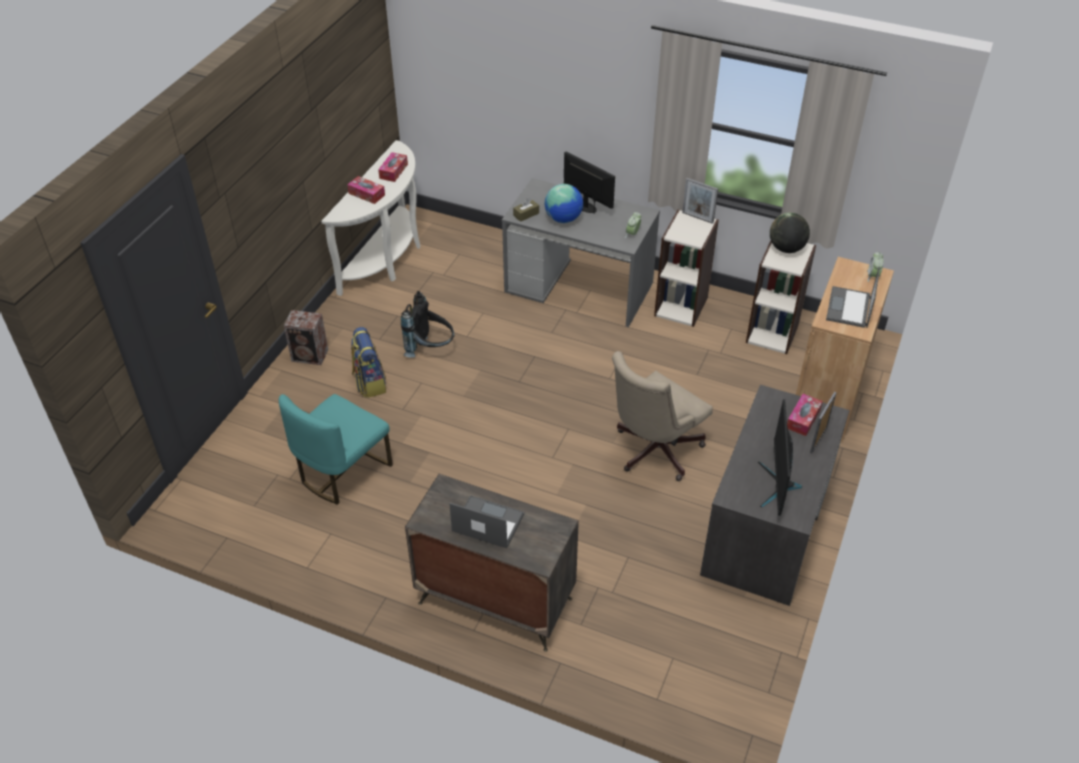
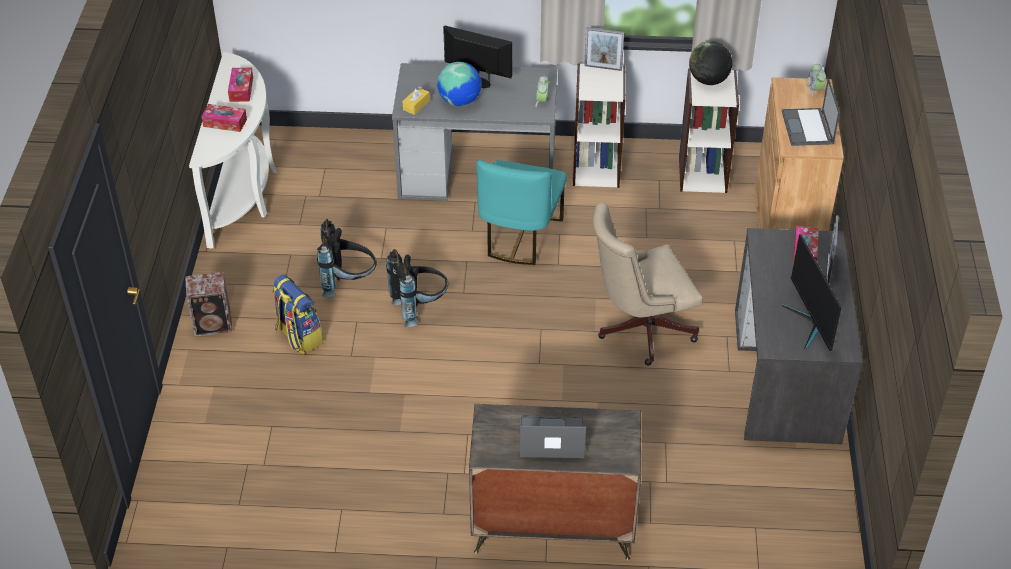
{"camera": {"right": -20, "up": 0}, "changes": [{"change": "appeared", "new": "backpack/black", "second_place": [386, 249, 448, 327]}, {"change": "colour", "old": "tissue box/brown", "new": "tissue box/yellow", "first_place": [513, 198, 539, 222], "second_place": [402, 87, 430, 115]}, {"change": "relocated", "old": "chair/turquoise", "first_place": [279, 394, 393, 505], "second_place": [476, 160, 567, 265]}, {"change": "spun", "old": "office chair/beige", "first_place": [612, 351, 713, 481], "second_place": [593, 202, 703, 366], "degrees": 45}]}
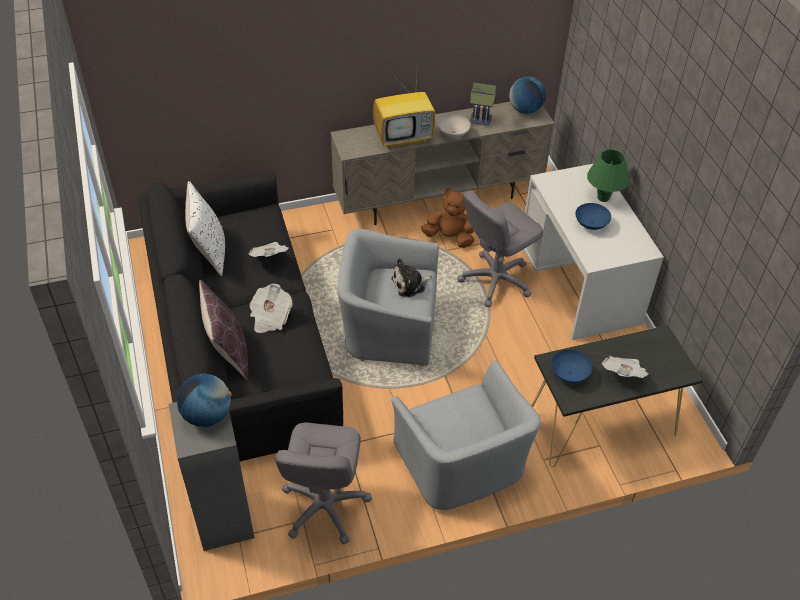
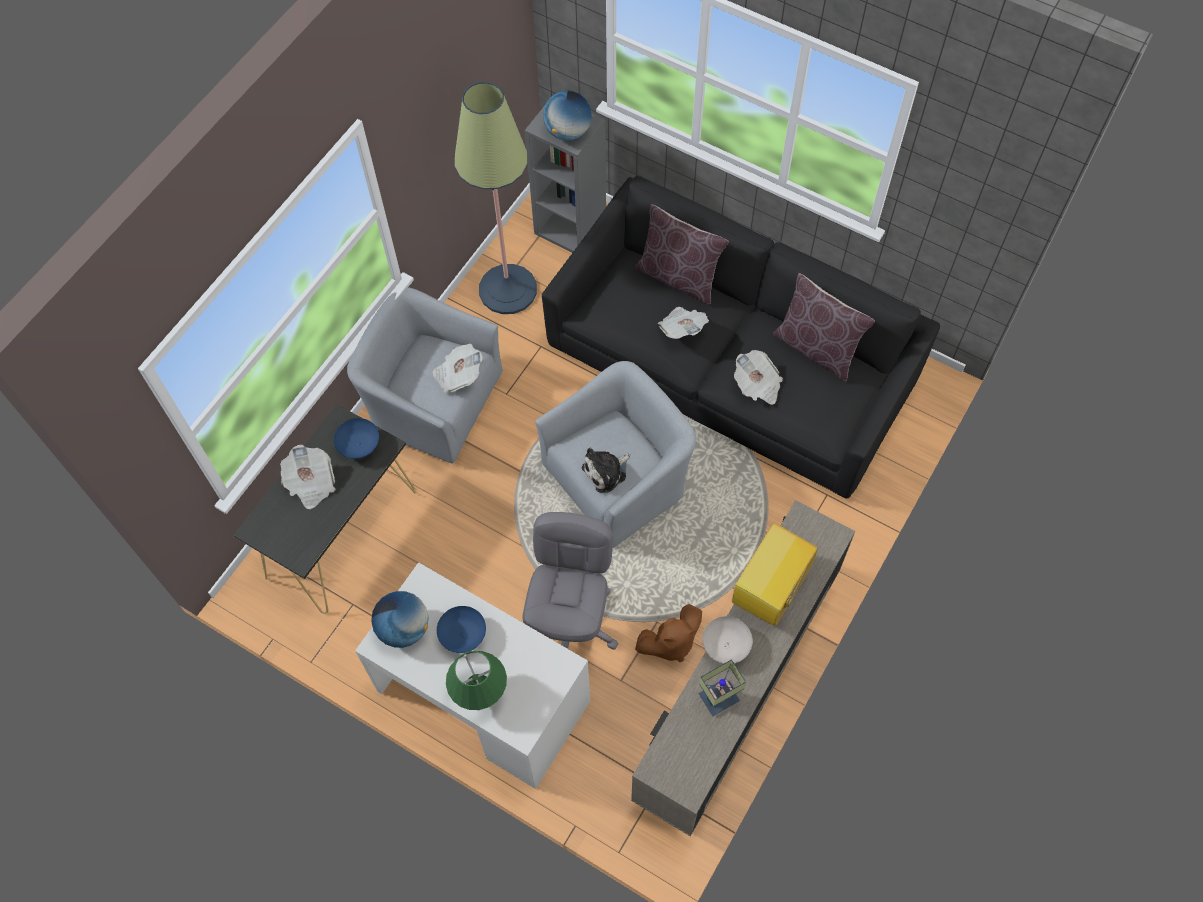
{"camera": {"right": 140, "up": 15}, "changes": [{"change": "relocated", "old": "globe", "first_place": [509, 77, 546, 114], "second_place": [371, 591, 428, 648]}, {"change": "appeared", "new": "newspaper", "second_place": [432, 344, 483, 393]}, {"change": "exchanged", "old": "office chair/grey", "new": "floor lamp", "first_place": [275, 423, 372, 544], "second_place": [455, 82, 537, 314]}, {"change": "spun", "old": "plush toy", "first_place": [391, 258, 432, 298], "second_place": [582, 448, 630, 493], "degrees": -150}, {"change": "colour", "old": "pillow/white", "new": "pillow/brown", "first_place": [185, 181, 225, 276], "second_place": [773, 273, 875, 382]}]}
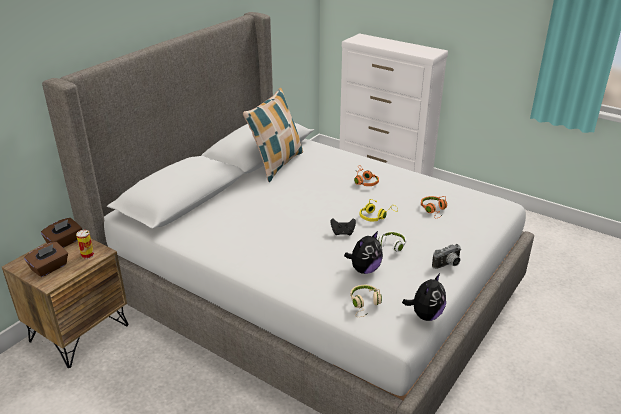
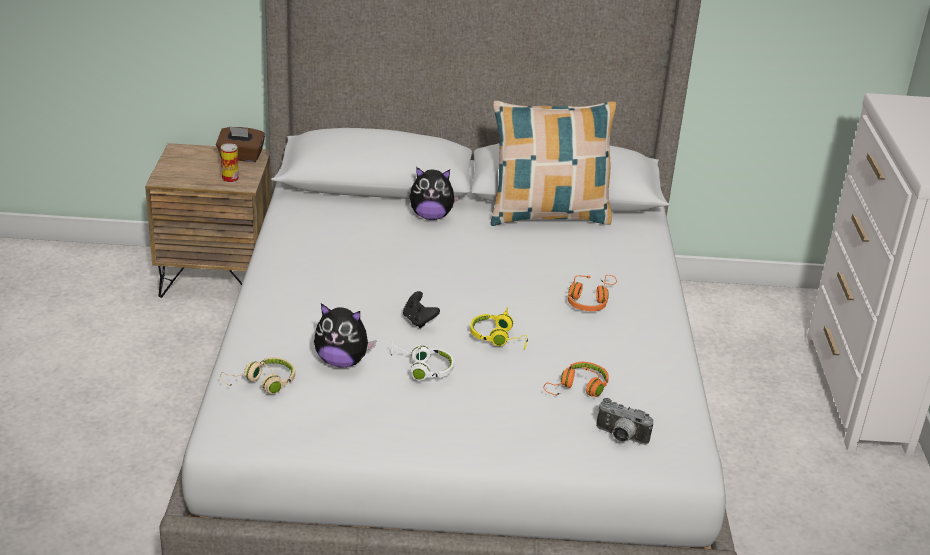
{"camera": {"right": 55, "up": 0}, "changes": [{"change": "relocated", "old": "plush toy", "first_place": [402, 273, 446, 321], "second_place": [410, 167, 459, 220]}, {"change": "relocated", "old": "photo camera", "first_place": [432, 244, 461, 269], "second_place": [596, 398, 653, 445]}, {"change": "missing", "old": "tissue box/brown", "first_place": [24, 242, 68, 277]}]}
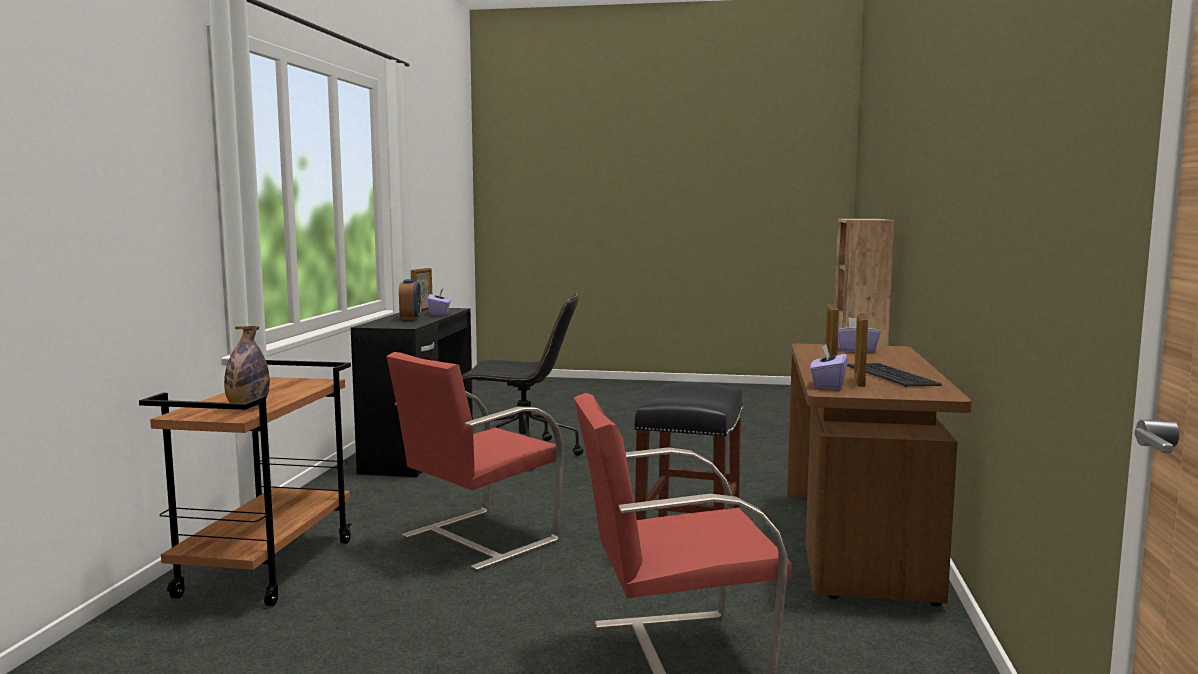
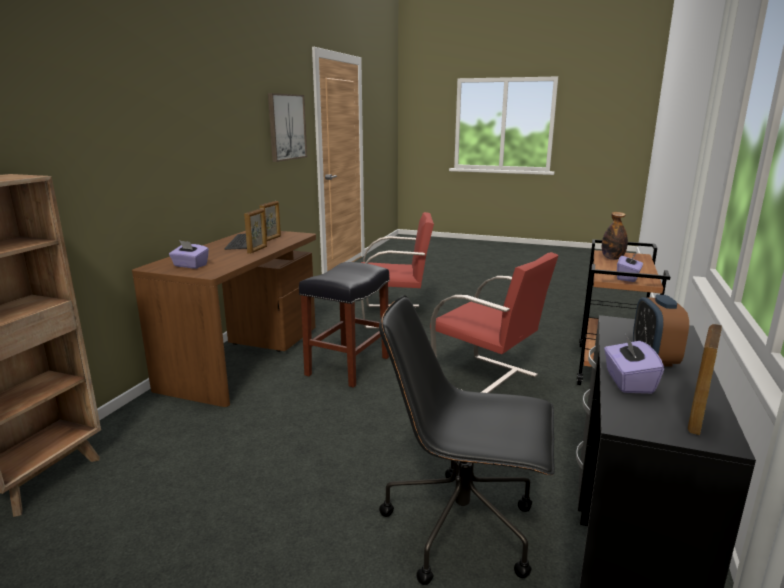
{"camera": {"right": -170, "up": 10}, "changes": [{"change": "appeared", "new": "picture", "second_place": [268, 93, 307, 162]}, {"change": "spun", "old": "chair/red", "first_place": [386, 352, 564, 571], "second_place": [430, 252, 559, 393], "degrees": 75}, {"change": "relocated", "old": "tissue box/purple", "first_place": [810, 344, 848, 389], "second_place": [617, 252, 643, 282]}]}
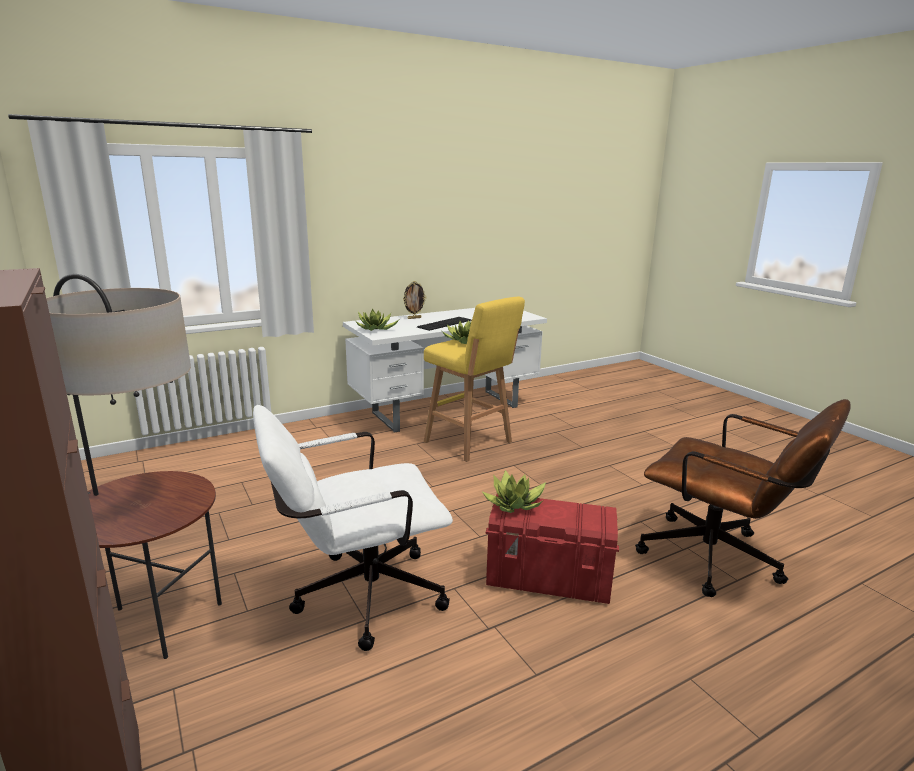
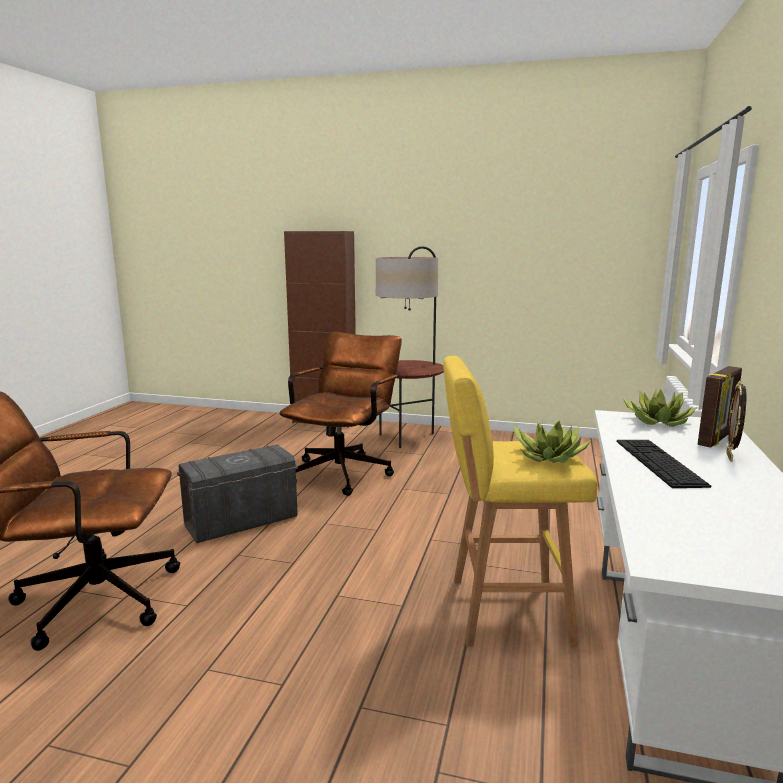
{"camera": {"right": 135, "up": -5}, "changes": [{"change": "colour", "old": "storage box/red", "new": "storage box/grey", "first_place": [486, 494, 619, 604], "second_place": [177, 444, 298, 543]}, {"change": "colour", "old": "office chair/white", "new": "office chair/brown", "first_place": [253, 405, 453, 651], "second_place": [279, 332, 402, 496]}, {"change": "appeared", "new": "picture frame", "second_place": [698, 366, 742, 448]}, {"change": "missing", "old": "potted plant", "first_place": [483, 470, 546, 513]}]}
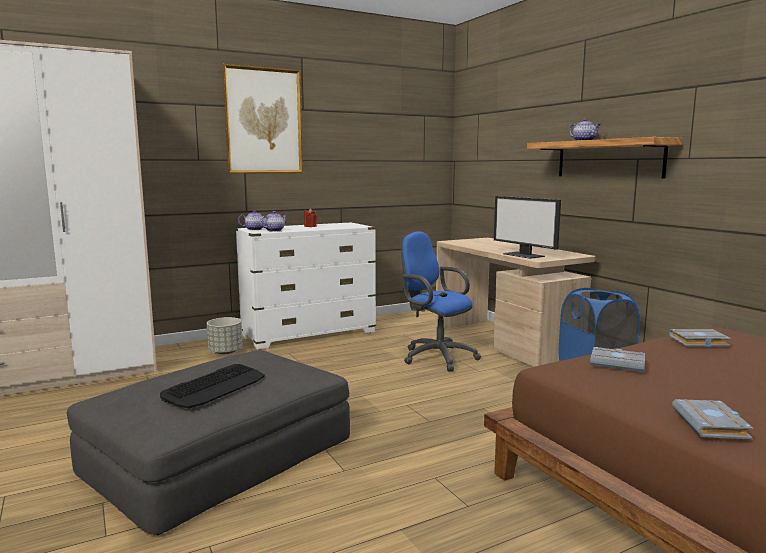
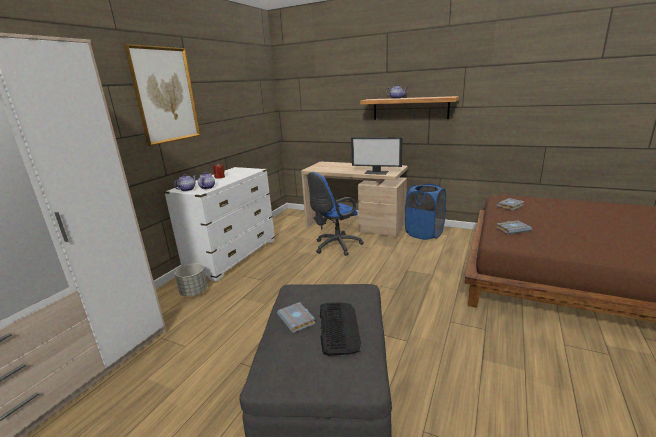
{"camera": {"right": -35, "up": 10}, "changes": [{"change": "relocated", "old": "book/grey", "first_place": [672, 399, 754, 439], "second_place": [277, 302, 316, 333]}, {"change": "spun", "old": "office chair/blue", "first_place": [401, 231, 481, 371], "second_place": [307, 172, 364, 256], "degrees": -45}]}
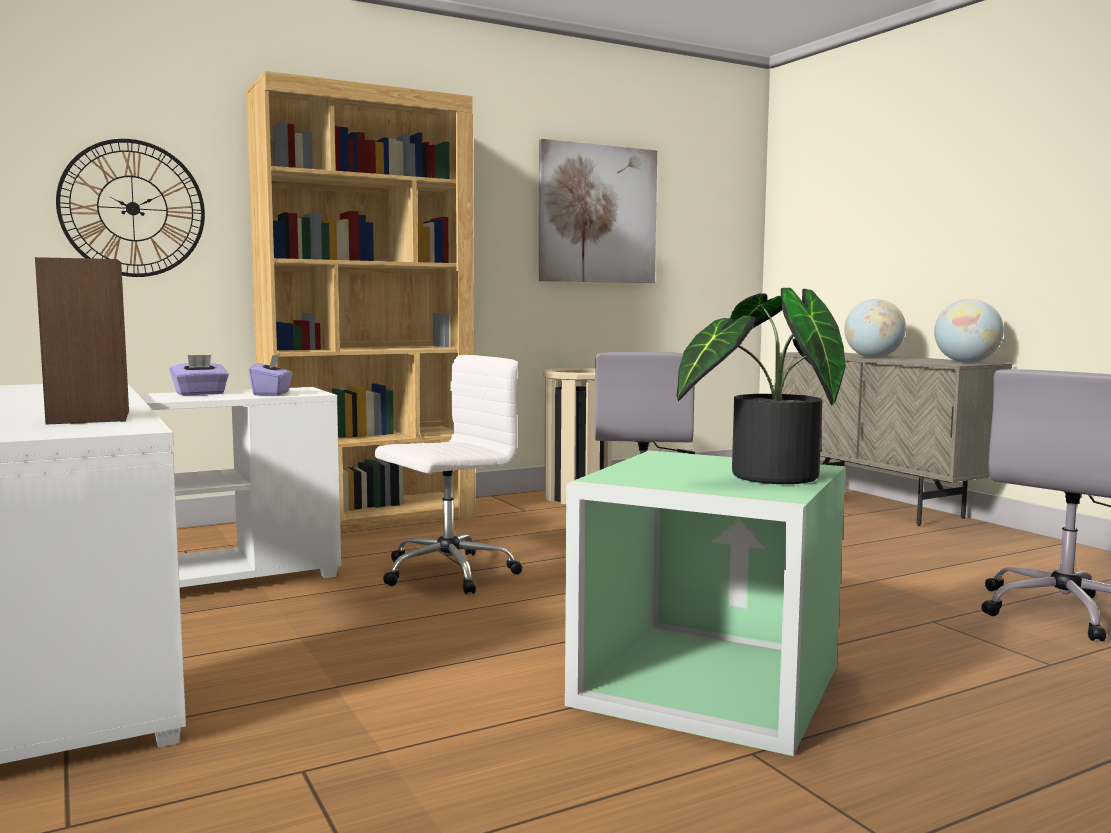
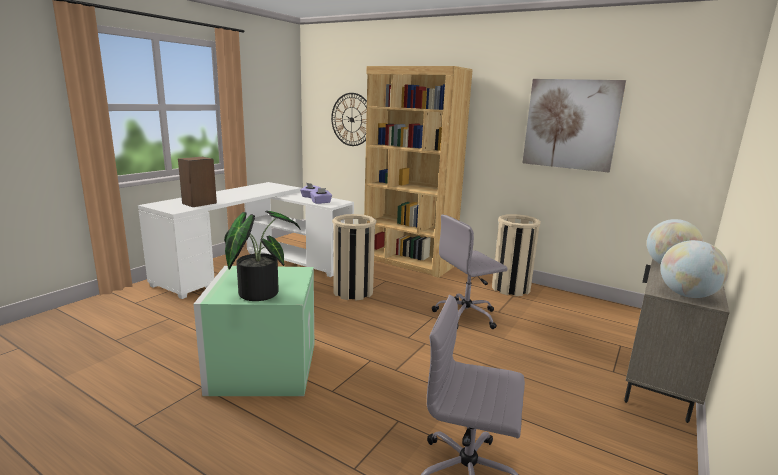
{"camera": {"right": 60, "up": 10}, "changes": [{"change": "exchanged", "old": "office chair/white", "new": "trash can/beige", "first_place": [375, 355, 522, 594], "second_place": [332, 214, 377, 300]}]}
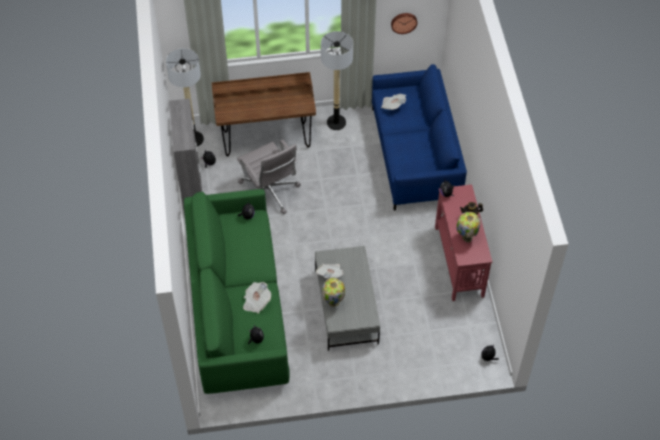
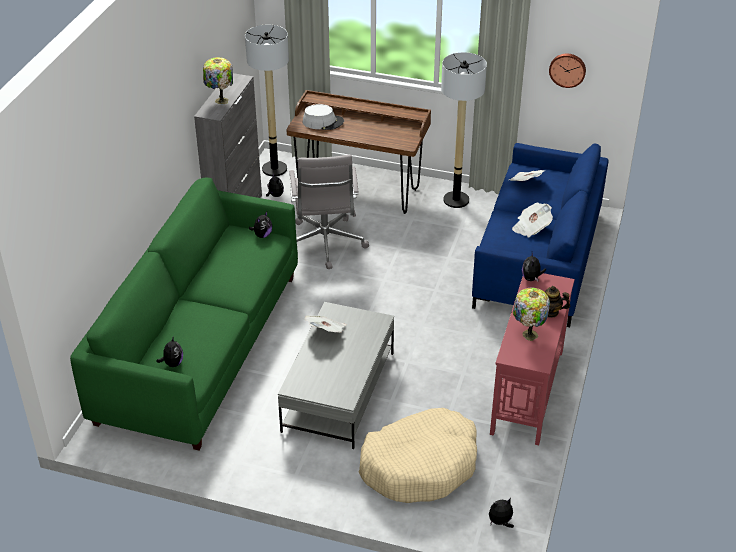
{"camera": {"right": 25, "up": -15}, "changes": [{"change": "relocated", "old": "table lamp", "first_place": [322, 278, 345, 307], "second_place": [203, 57, 233, 104]}, {"change": "appeared", "new": "hat/grey", "second_place": [303, 104, 344, 130]}, {"change": "appeared", "new": "dog bed/beige", "second_place": [359, 408, 477, 503]}, {"change": "relocated", "old": "newspaper", "first_place": [243, 282, 271, 313], "second_place": [512, 202, 553, 238]}]}
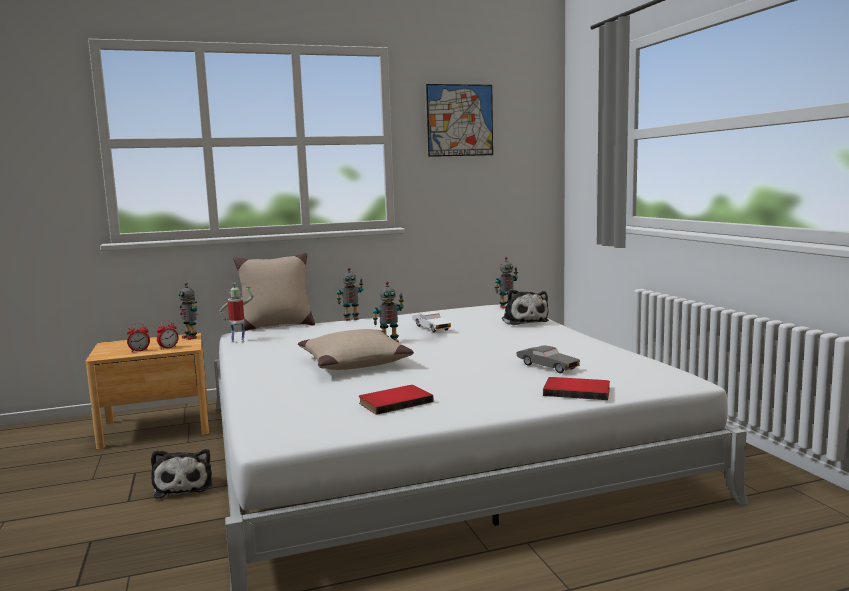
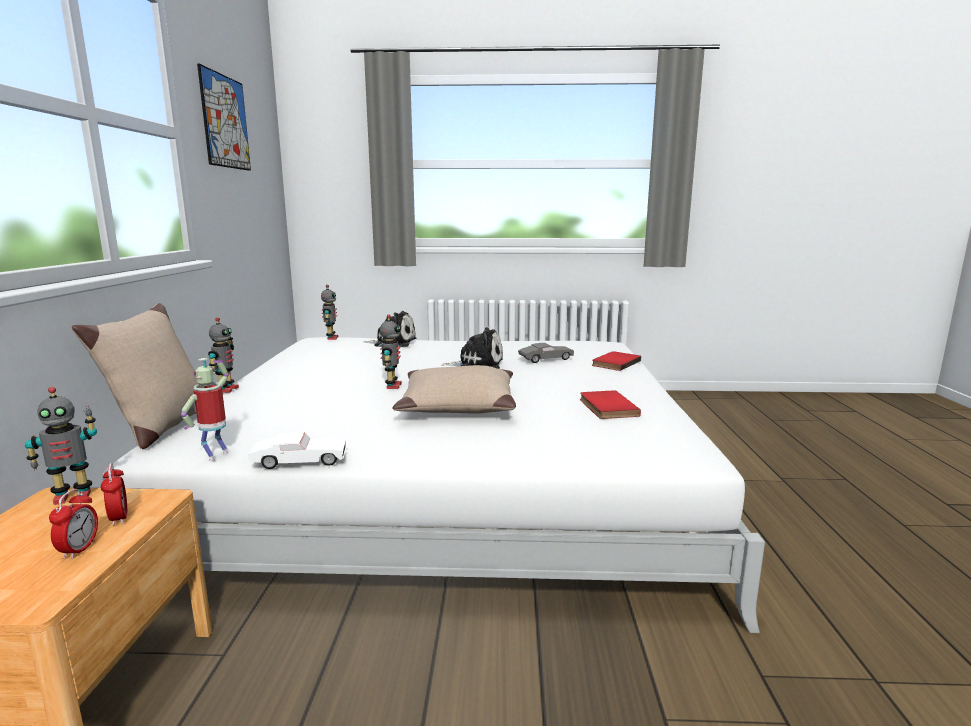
{"camera": {"right": -70, "up": 5}, "changes": [{"change": "relocated", "old": "toy car/white", "first_place": [412, 312, 451, 332], "second_place": [247, 432, 346, 469]}, {"change": "relocated", "old": "plush toy", "first_place": [151, 449, 213, 499], "second_place": [441, 327, 503, 369]}]}
